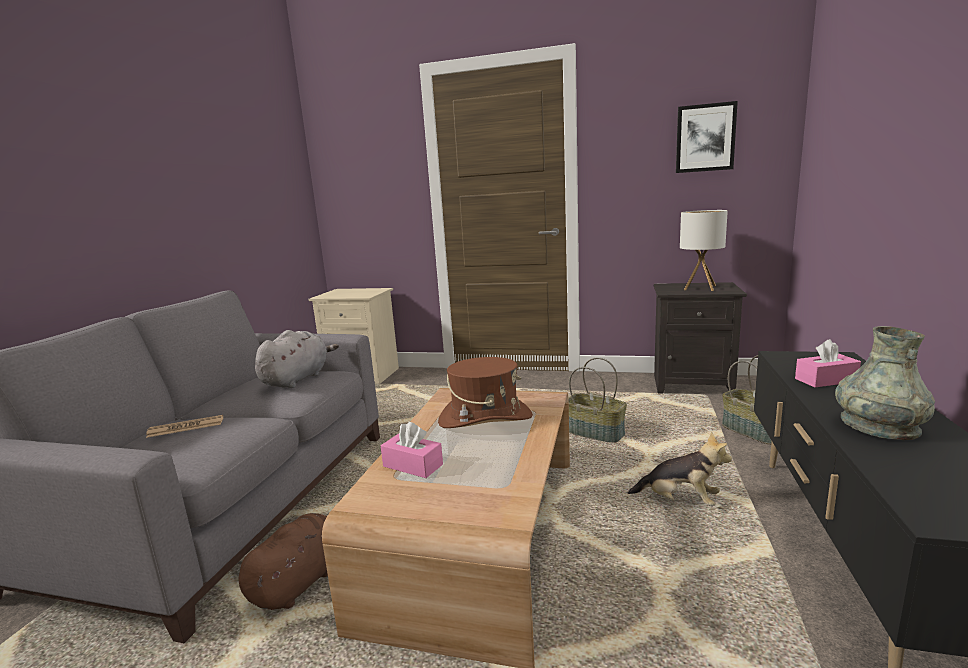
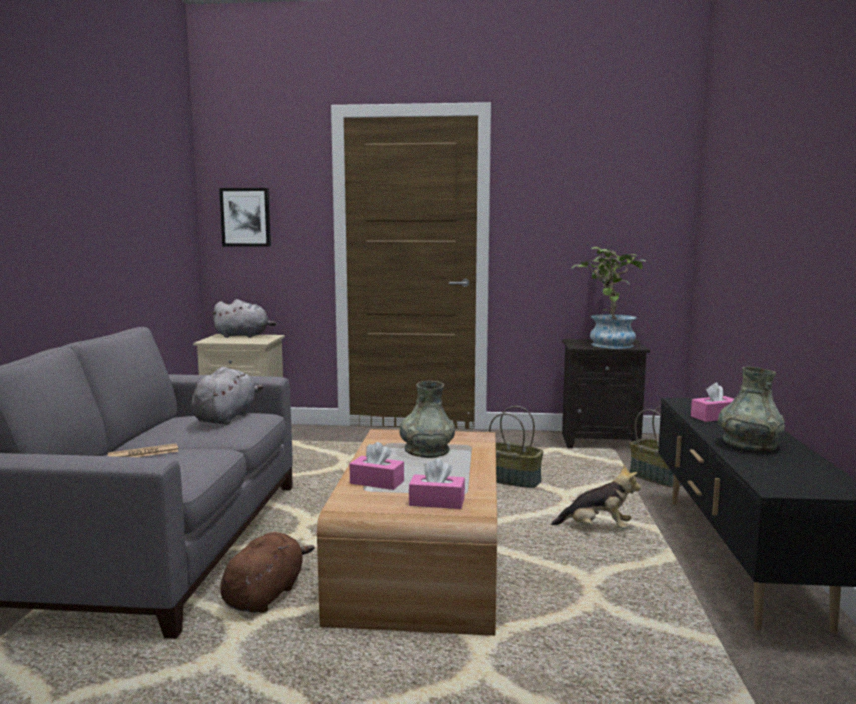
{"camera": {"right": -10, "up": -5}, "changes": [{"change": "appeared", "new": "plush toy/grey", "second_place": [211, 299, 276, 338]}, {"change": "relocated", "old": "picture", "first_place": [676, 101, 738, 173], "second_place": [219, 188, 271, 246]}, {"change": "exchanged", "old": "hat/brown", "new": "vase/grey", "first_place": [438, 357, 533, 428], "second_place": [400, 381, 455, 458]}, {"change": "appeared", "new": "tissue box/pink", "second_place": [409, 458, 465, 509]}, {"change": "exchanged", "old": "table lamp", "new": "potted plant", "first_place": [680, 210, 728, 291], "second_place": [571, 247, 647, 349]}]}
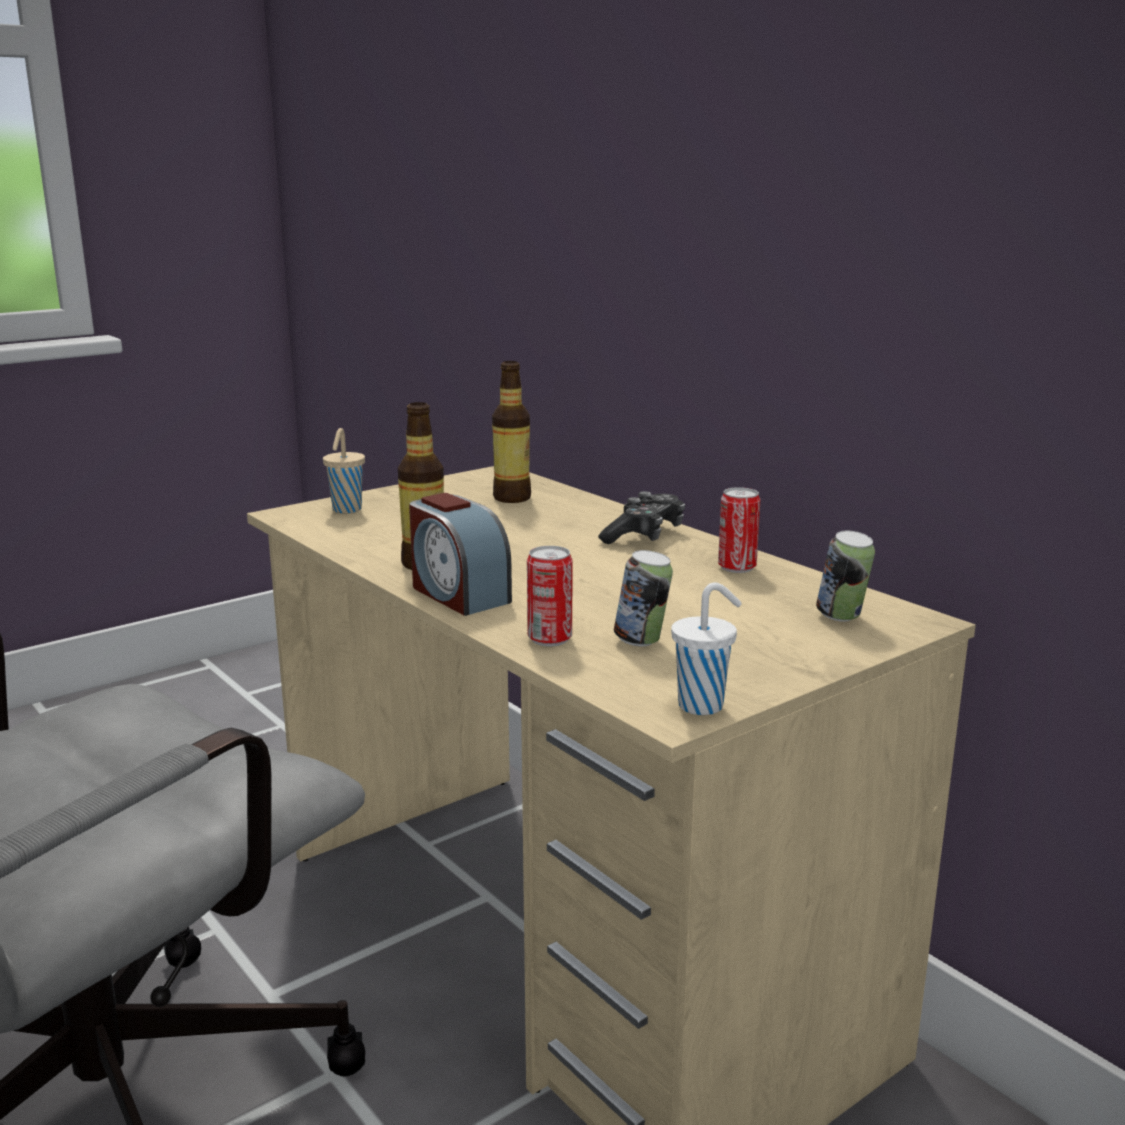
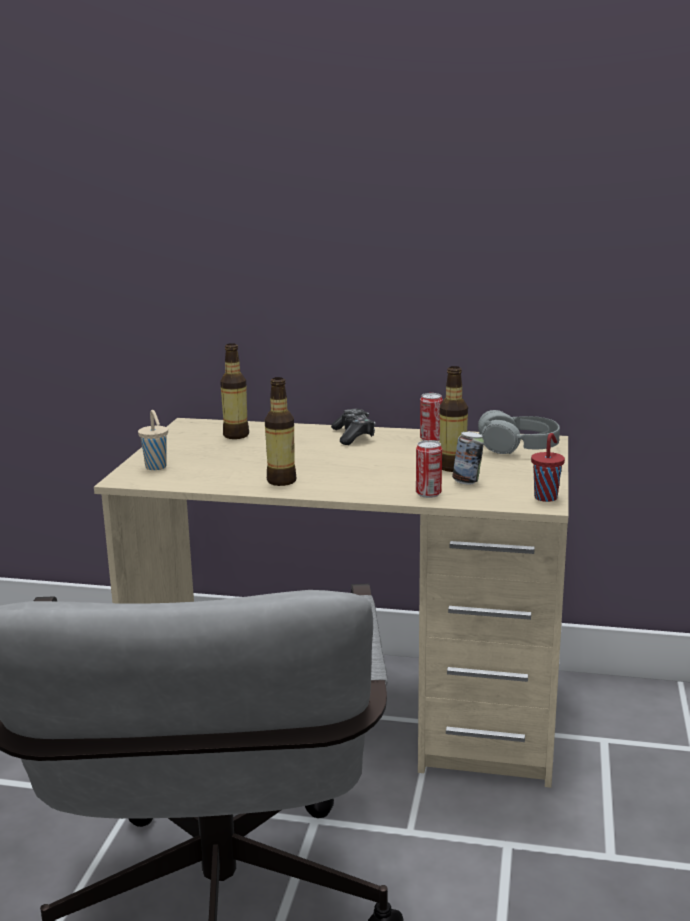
{"camera": {"right": -40, "up": 0}, "changes": [{"change": "appeared", "new": "bottle", "second_place": [440, 366, 468, 472]}, {"change": "exchanged", "old": "can", "new": "headphones/grey", "first_place": [816, 531, 875, 621], "second_place": [478, 410, 560, 454]}, {"change": "colour", "old": "cup/white", "new": "cup/red", "first_place": [671, 583, 742, 715], "second_place": [531, 433, 565, 502]}, {"change": "missing", "old": "alarm clock", "first_place": [409, 493, 512, 616]}]}
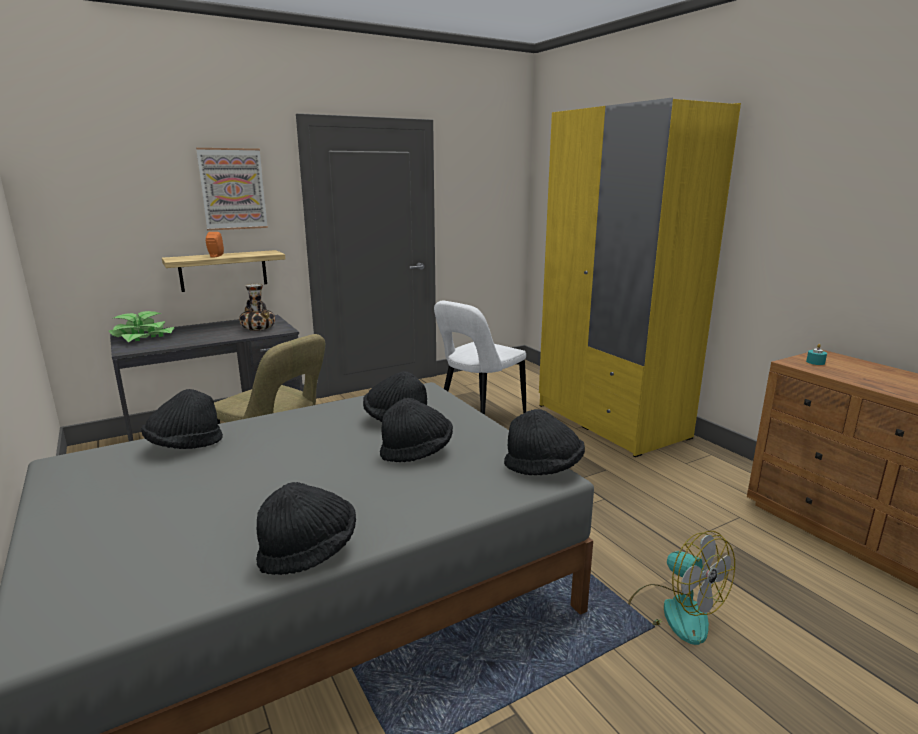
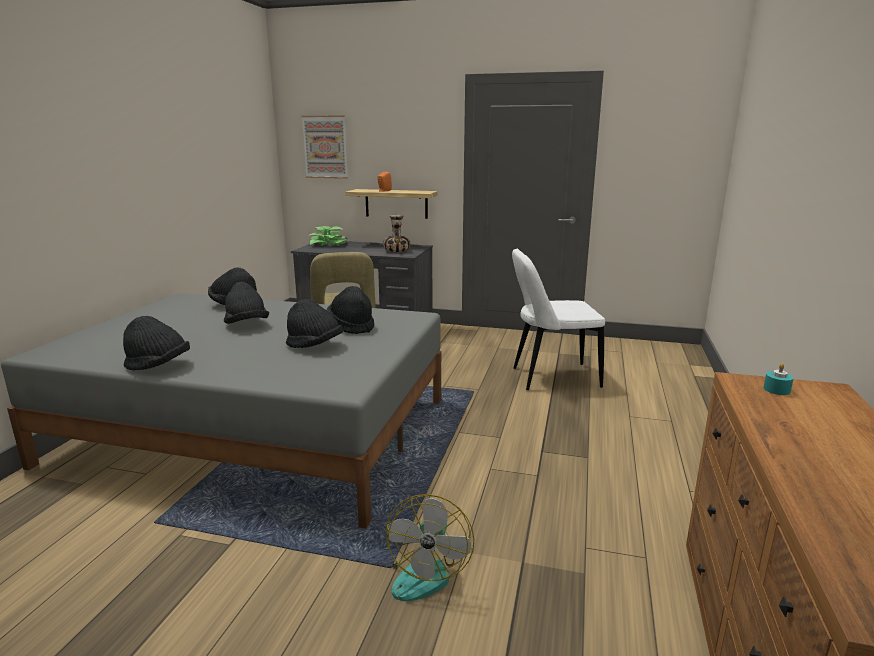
{"camera": {"right": 45, "up": 0}, "changes": [{"change": "relocated", "old": "hat/black", "first_place": [504, 409, 585, 475], "second_place": [224, 282, 269, 324]}, {"change": "relocated", "old": "picture", "first_place": [196, 148, 268, 231], "second_place": [302, 115, 348, 179]}, {"change": "missing", "old": "wardrobe/yellow", "first_place": [539, 98, 741, 457]}]}
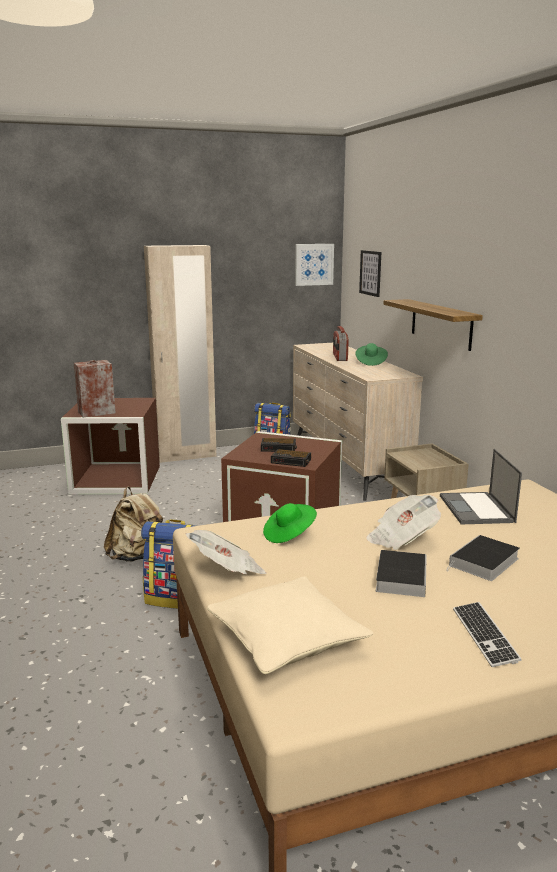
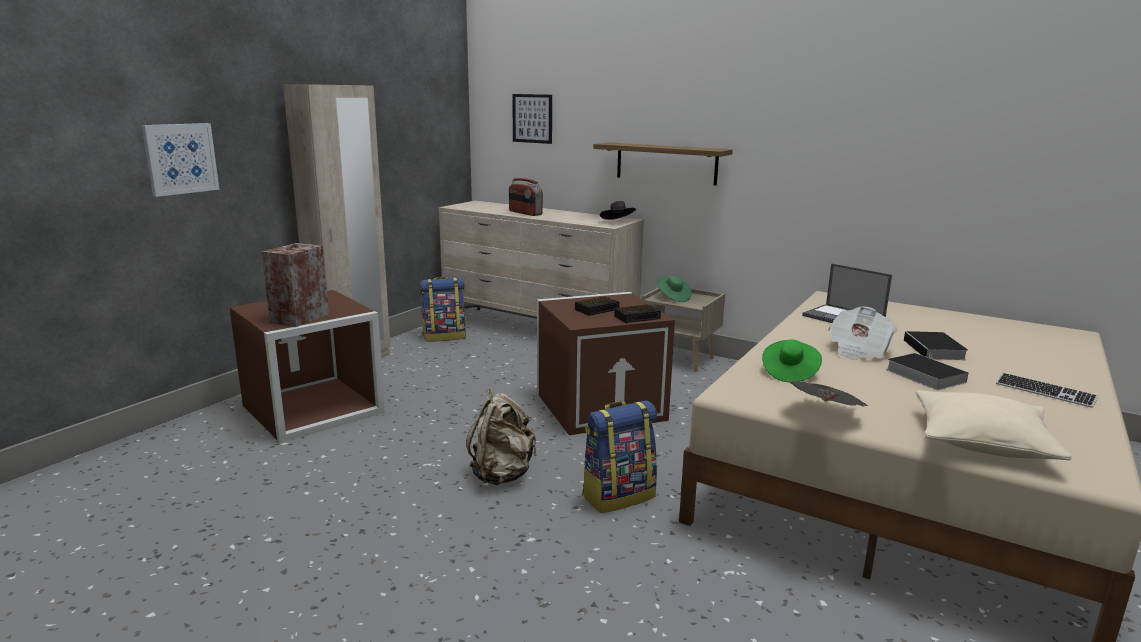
{"camera": {"right": -40, "up": 0}, "changes": [{"change": "relocated", "old": "picture", "first_place": [295, 244, 334, 286], "second_place": [142, 123, 219, 197]}, {"change": "appeared", "new": "hat/black", "second_place": [600, 201, 636, 220]}, {"change": "relocated", "old": "hat/green", "first_place": [355, 343, 388, 366], "second_place": [657, 276, 692, 302]}]}
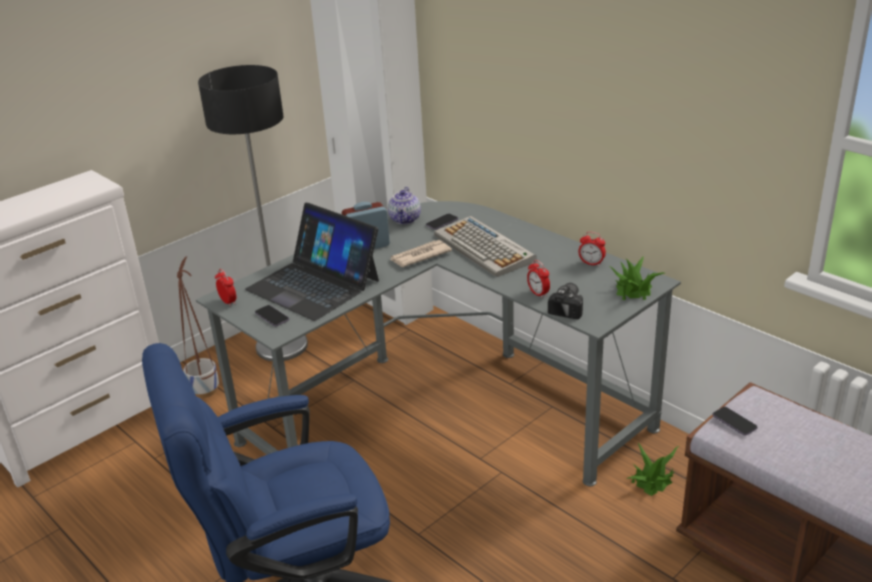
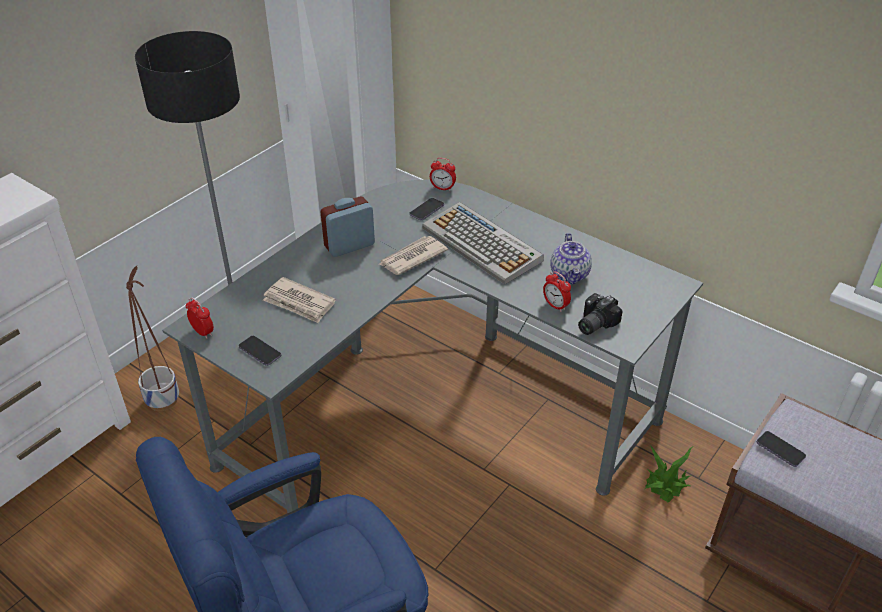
{"camera": {"right": -10, "up": 10}, "changes": [{"change": "exchanged", "old": "laptop", "new": "newspaper", "first_place": [245, 203, 379, 321], "second_place": [263, 277, 336, 323]}, {"change": "relocated", "old": "alarm clock", "first_place": [578, 232, 606, 266], "second_place": [430, 158, 456, 191]}, {"change": "relocated", "old": "teapot", "first_place": [388, 187, 421, 224], "second_place": [551, 233, 592, 284]}, {"change": "spun", "old": "photo camera", "first_place": [548, 283, 583, 319], "second_place": [578, 293, 623, 335], "degrees": -150}, {"change": "missing", "old": "potted plant", "first_place": [611, 256, 665, 300]}]}
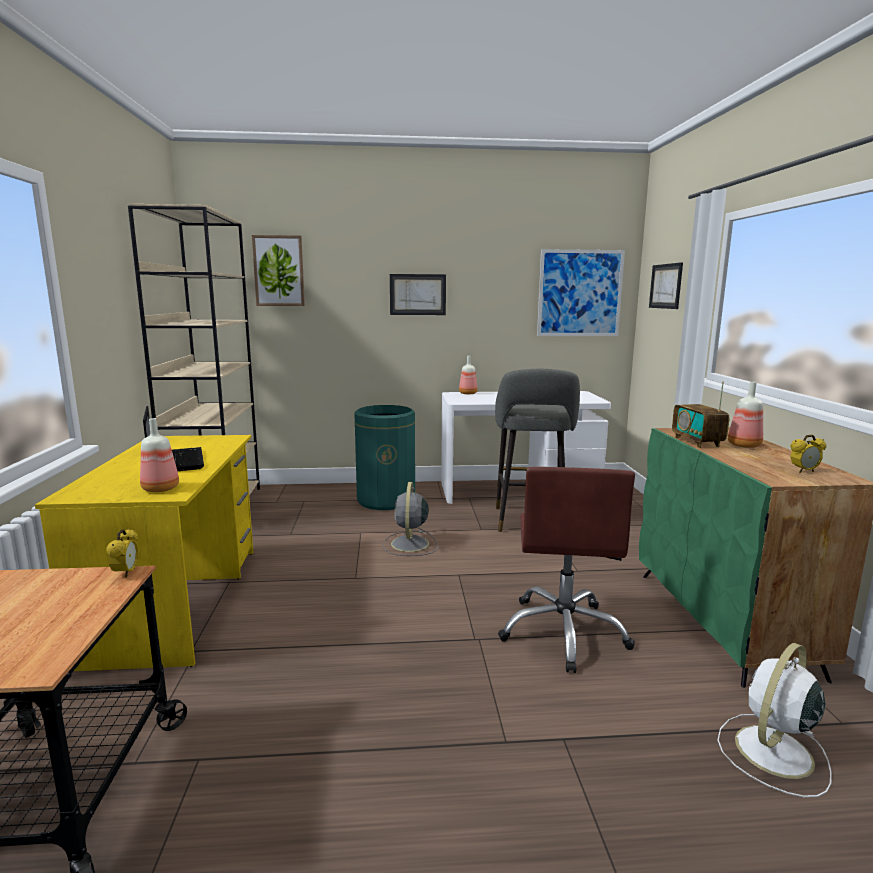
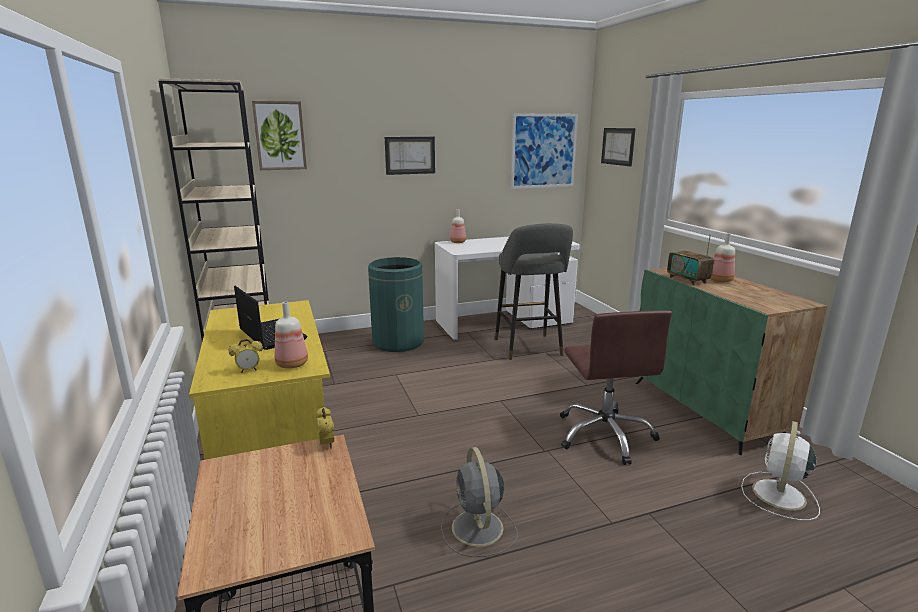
{"camera": {"right": -15, "up": 5}, "changes": [{"change": "relocated", "old": "alarm clock", "first_place": [790, 434, 826, 473], "second_place": [228, 339, 263, 373]}, {"change": "relocated", "old": "fan/grey", "first_place": [383, 482, 438, 556], "second_place": [441, 447, 518, 557]}]}
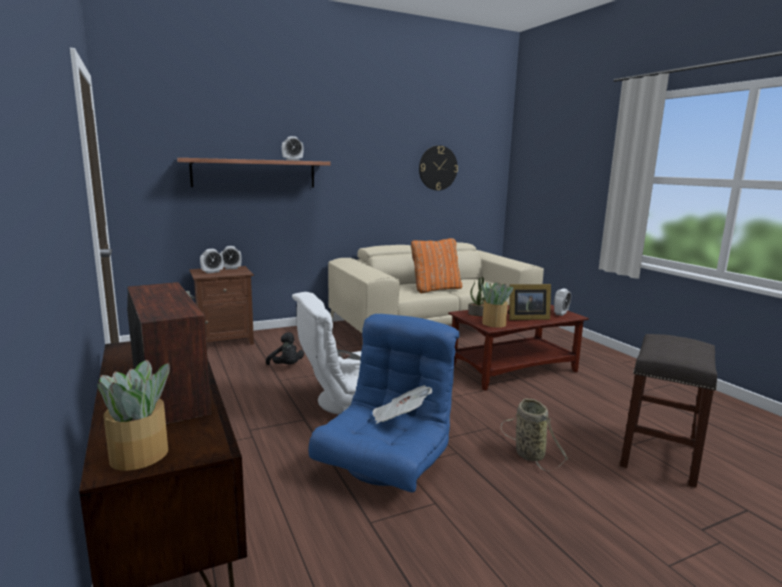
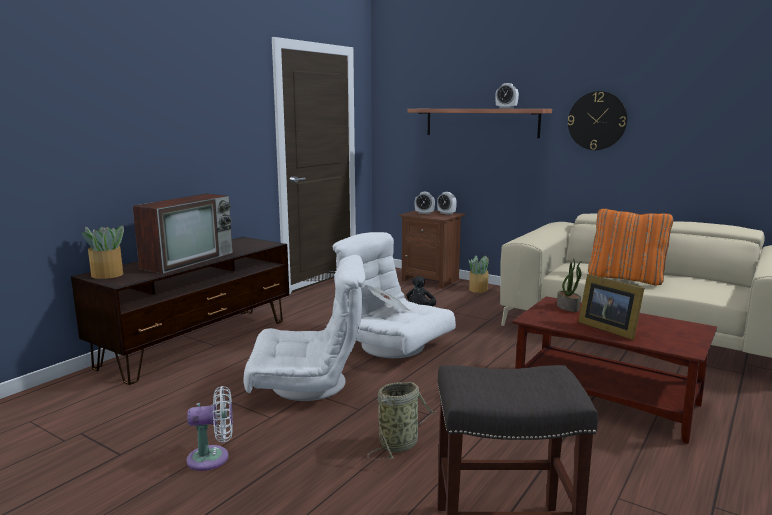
{"camera": {"right": 60, "up": 0}, "changes": [{"change": "appeared", "new": "fan/white", "second_place": [186, 386, 233, 471]}, {"change": "colour", "old": "armchair/blue", "new": "armchair/white", "first_place": [309, 314, 459, 492], "second_place": [244, 255, 365, 401]}, {"change": "relocated", "old": "potted plant", "first_place": [481, 282, 513, 328], "second_place": [469, 255, 489, 293]}, {"change": "relocated", "old": "wall clock", "first_place": [419, 146, 458, 191], "second_place": [568, 91, 627, 150]}, {"change": "missing", "old": "newspaper", "first_place": [372, 385, 432, 424]}, {"change": "missing", "old": "alarm clock", "first_place": [554, 289, 571, 316]}]}
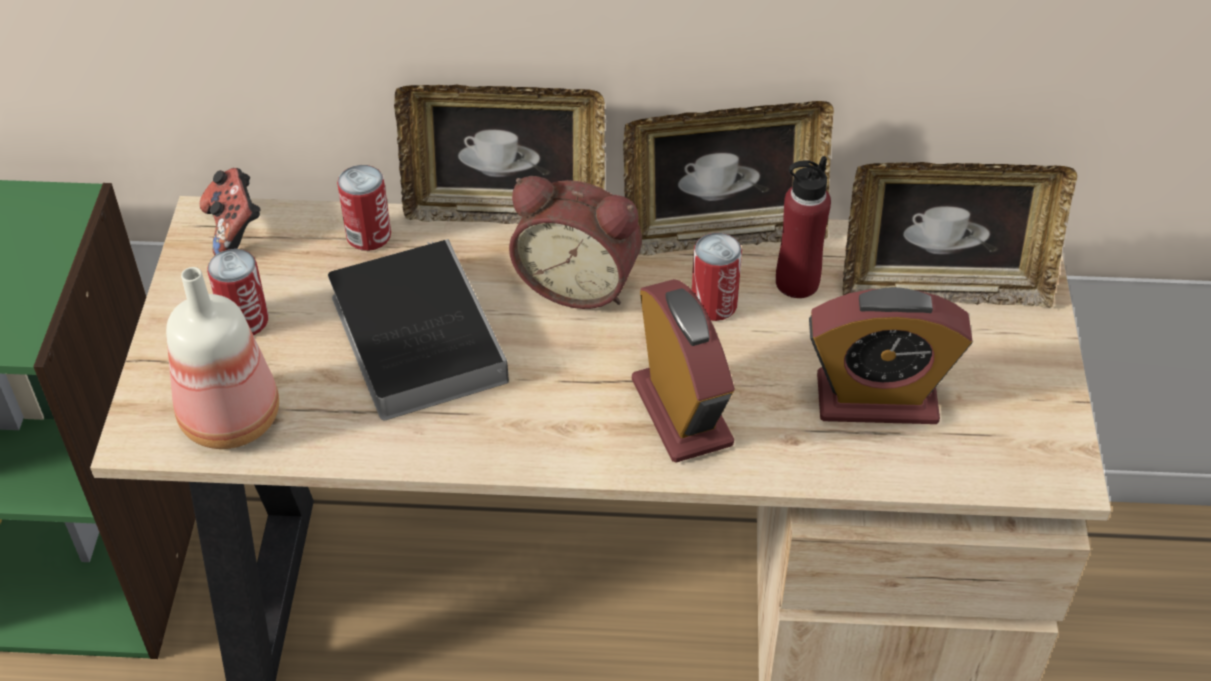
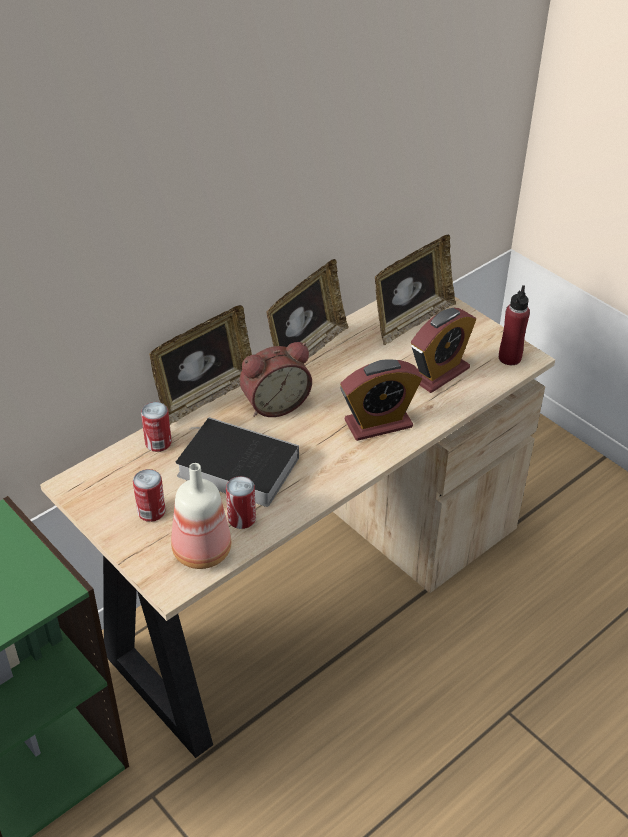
{"camera": {"right": -45, "up": -5}, "changes": [{"change": "relocated", "old": "can", "first_place": [692, 233, 742, 321], "second_place": [226, 476, 256, 529]}, {"change": "spun", "old": "alarm clock", "first_place": [632, 279, 735, 463], "second_place": [340, 359, 422, 441], "degrees": 135}, {"change": "relocated", "old": "bottle/red", "first_place": [776, 156, 831, 298], "second_place": [499, 285, 530, 365]}, {"change": "missing", "old": "game controller", "first_place": [200, 168, 261, 255]}]}
